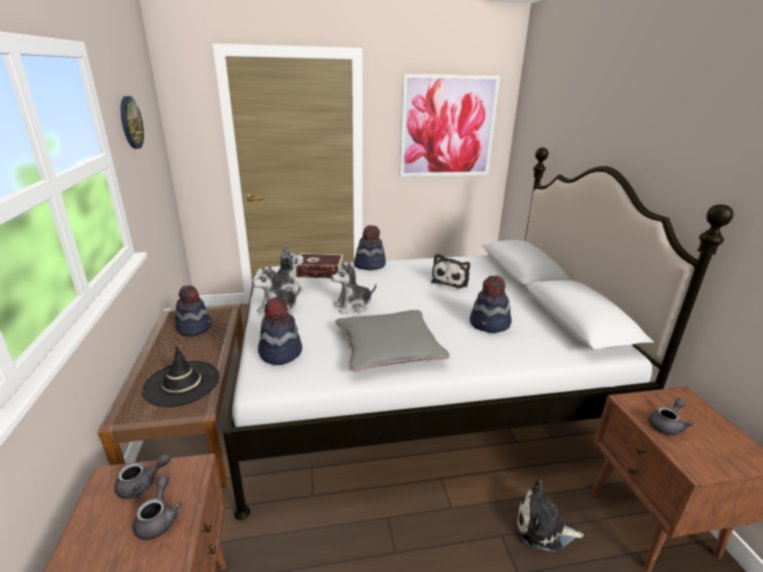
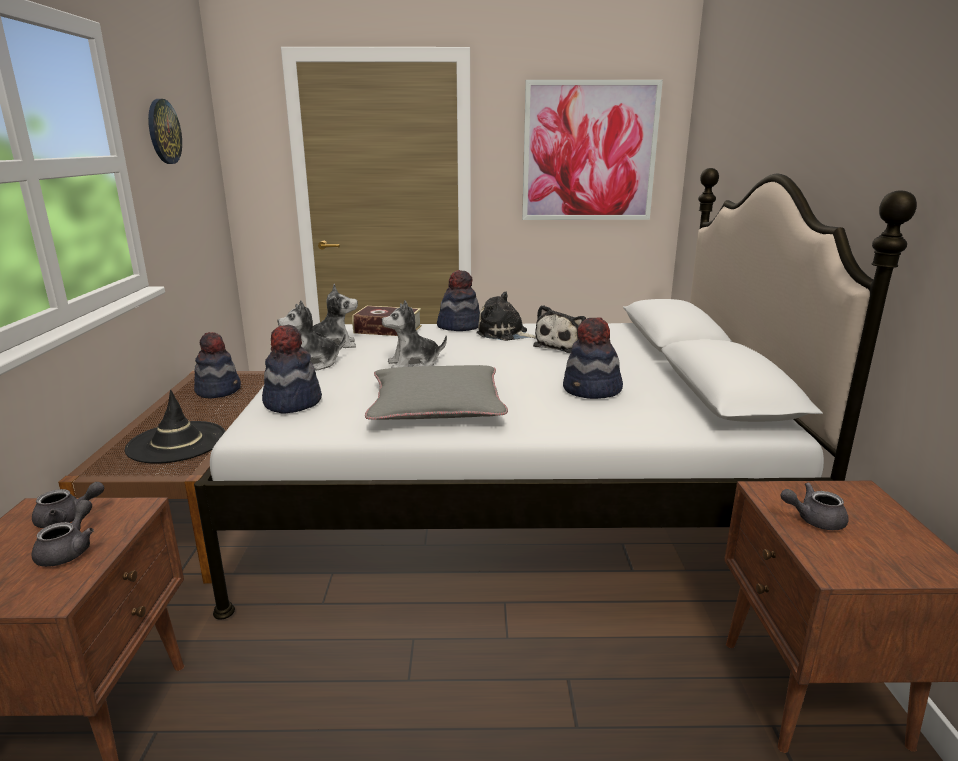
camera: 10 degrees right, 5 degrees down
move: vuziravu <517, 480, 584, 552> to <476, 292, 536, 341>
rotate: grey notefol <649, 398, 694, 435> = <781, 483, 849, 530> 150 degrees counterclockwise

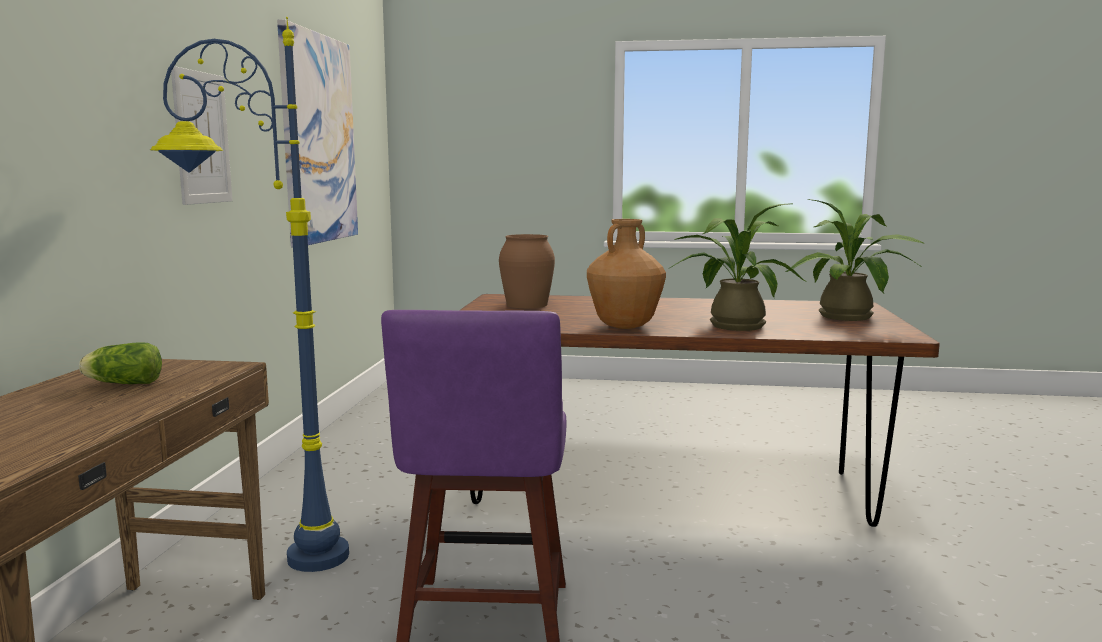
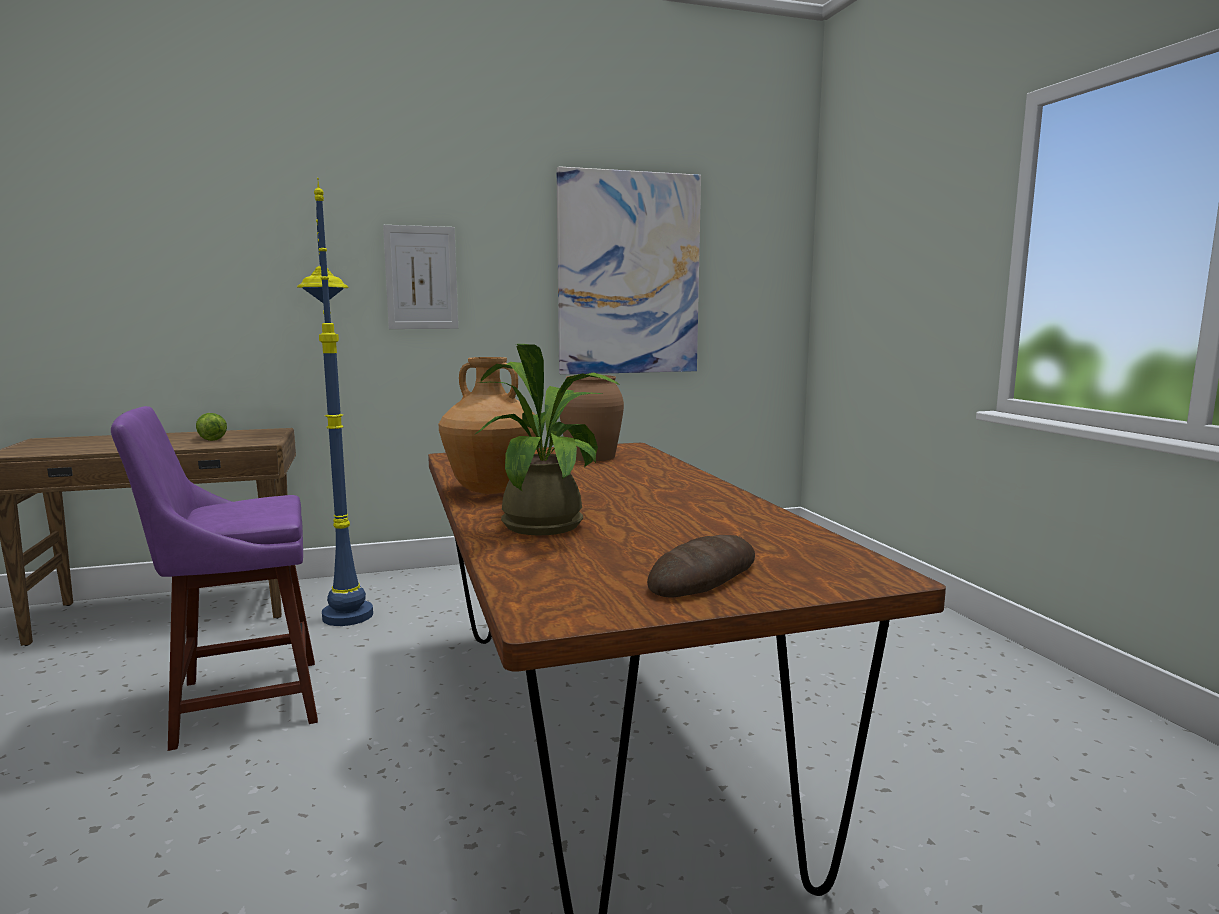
camera: 65 degrees right, 0 degrees up
replace: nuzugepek <785, 199, 925, 321> to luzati <647, 535, 755, 597>

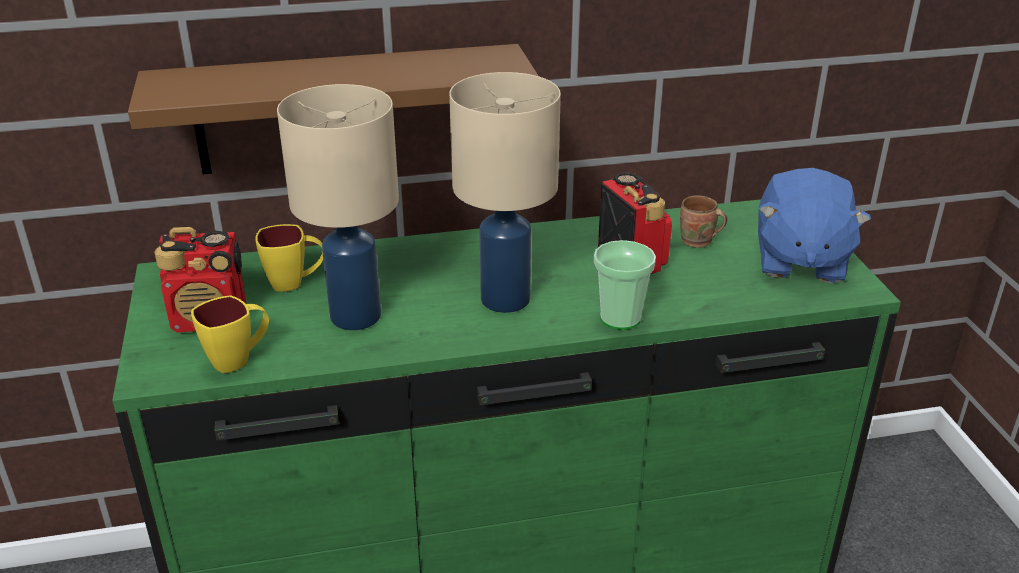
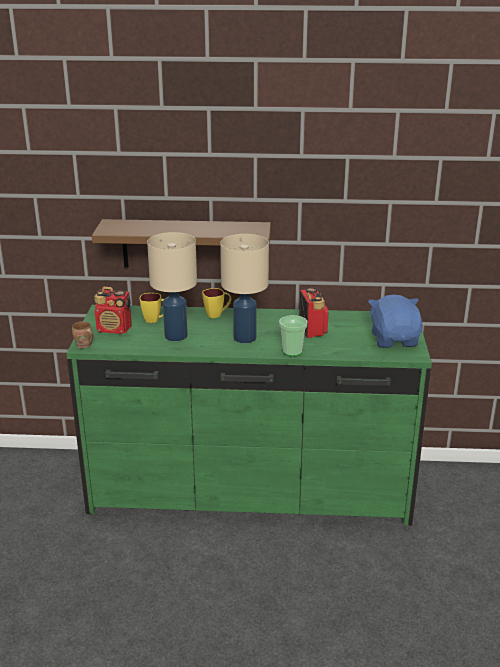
camera: 15 degrees right, 5 degrees down
move: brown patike <680, 195, 727, 248> to <72, 321, 94, 348>; yellow patike <191, 296, 269, 373> to <202, 288, 231, 318>
rotate: blue vuziravu <758, 168, 871, 283> = <368, 295, 423, 348> 150 degrees clockwise

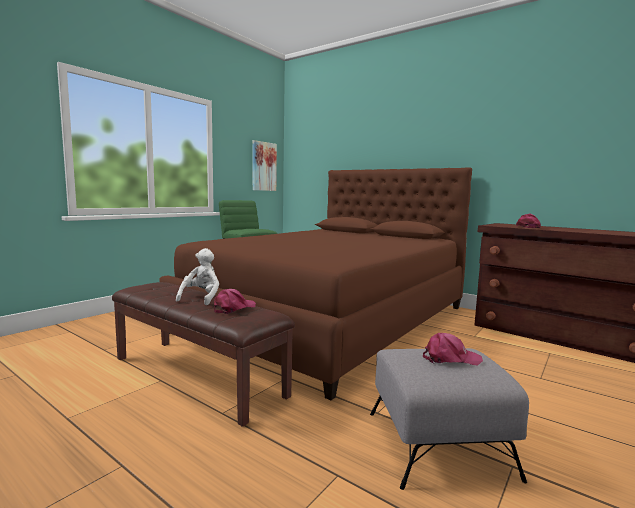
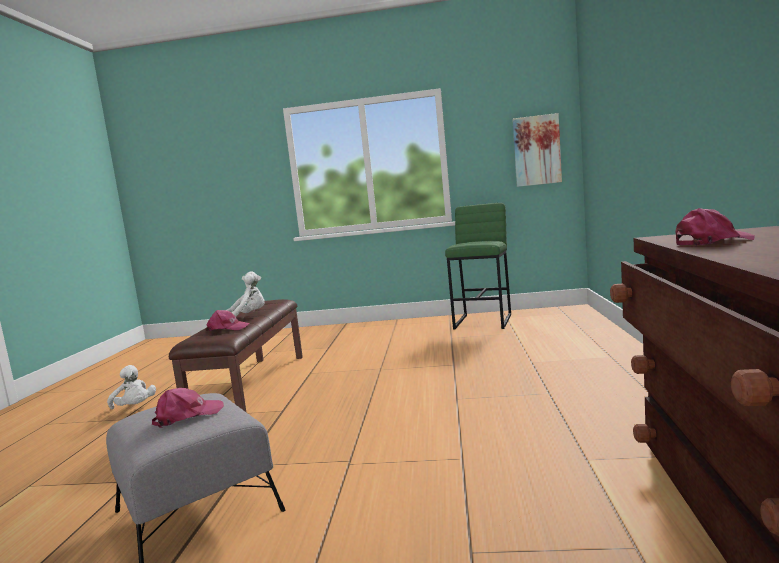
camera: 60 degrees right, 0 degrees up
delete: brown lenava <160, 167, 472, 400>
insert: white vuziravu <107, 365, 156, 410>
rotate: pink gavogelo <423, 333, 483, 365> = <152, 388, 224, 428> 90 degrees counterclockwise

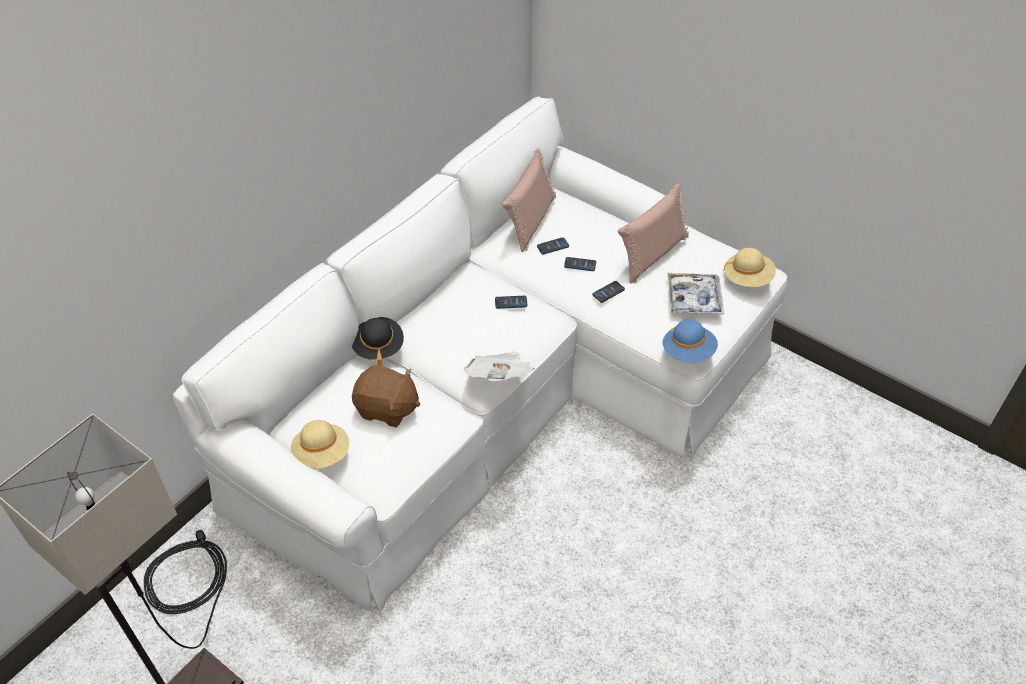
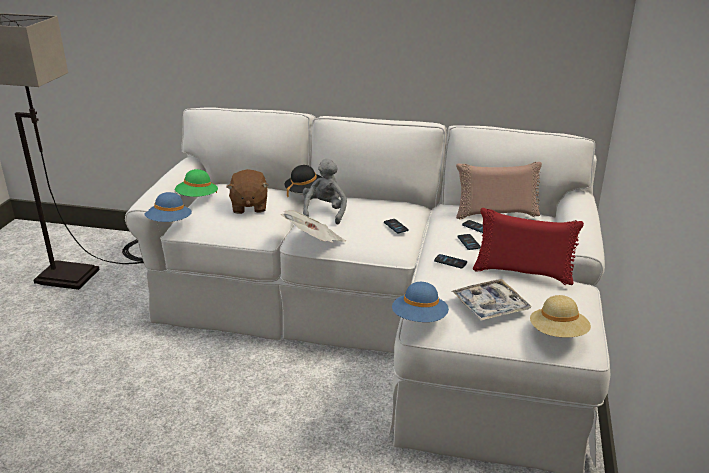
camera: 65 degrees right, 20 degrees down
insert: grey vuziravu <303, 159, 347, 225>; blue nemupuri <144, 192, 192, 222>
recolor: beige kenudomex <618, 183, 689, 284> to red kenudomex <473, 208, 584, 286>; beige nemupuri <291, 420, 349, 469> to green nemupuri <174, 169, 218, 197>

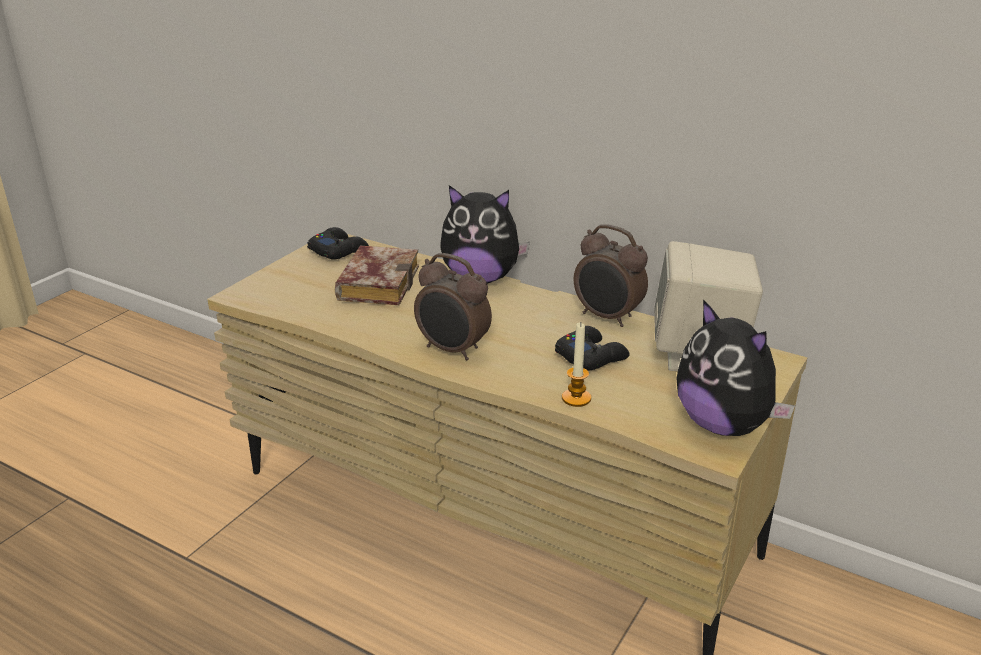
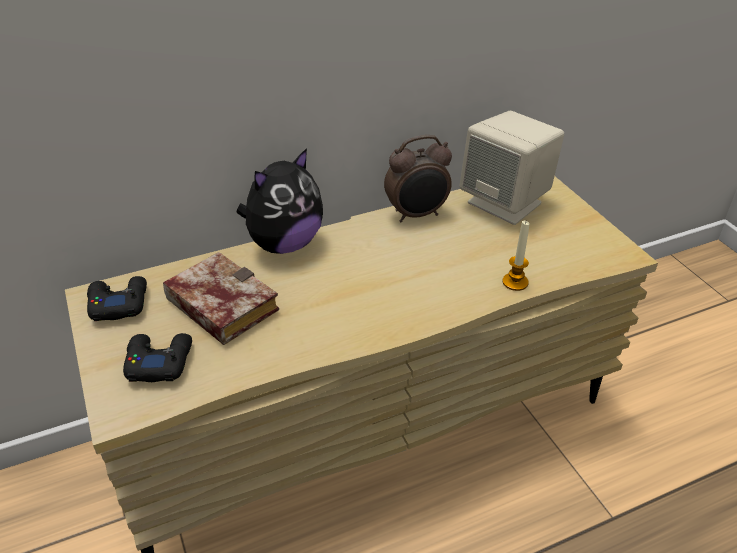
camera: 55 degrees left, 10 degrees up
delete: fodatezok <414, 253, 492, 360>; vuziravu <676, 299, 795, 436>
move: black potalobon <555, 326, 630, 370> to <123, 333, 192, 382>

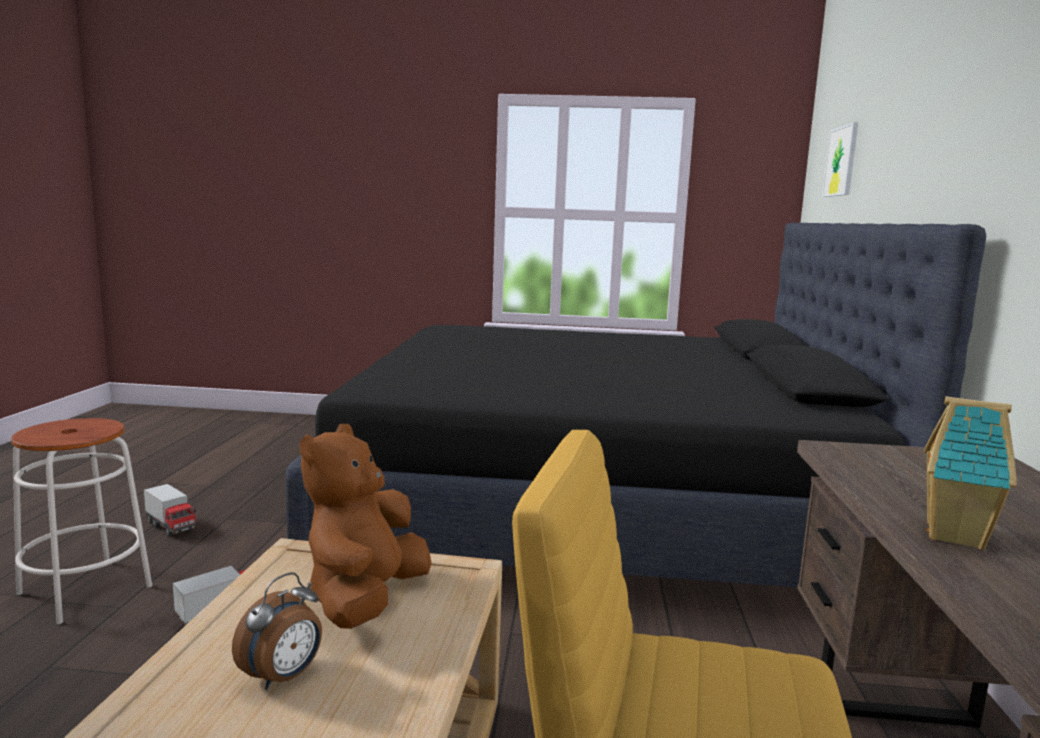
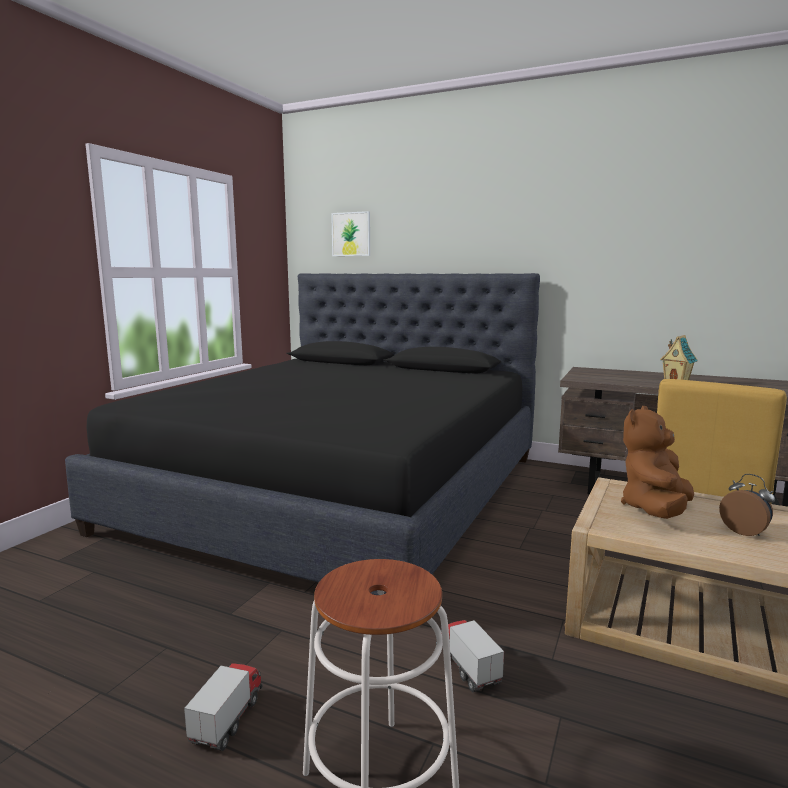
camera: 70 degrees left, 0 degrees up
rotate: brown vuziravu <300, 424, 432, 629> = <621, 406, 694, 519> 90 degrees clockwise; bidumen <144, 484, 197, 536> = <184, 663, 262, 751> 45 degrees counterclockwise

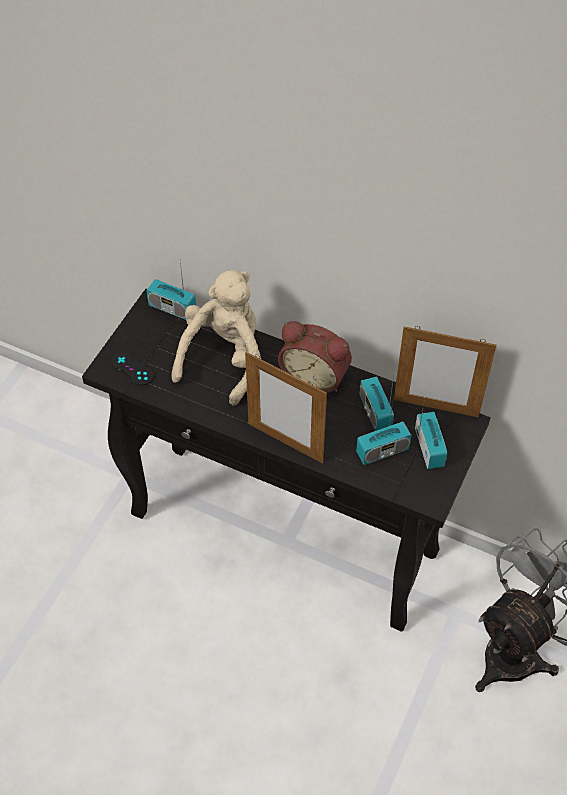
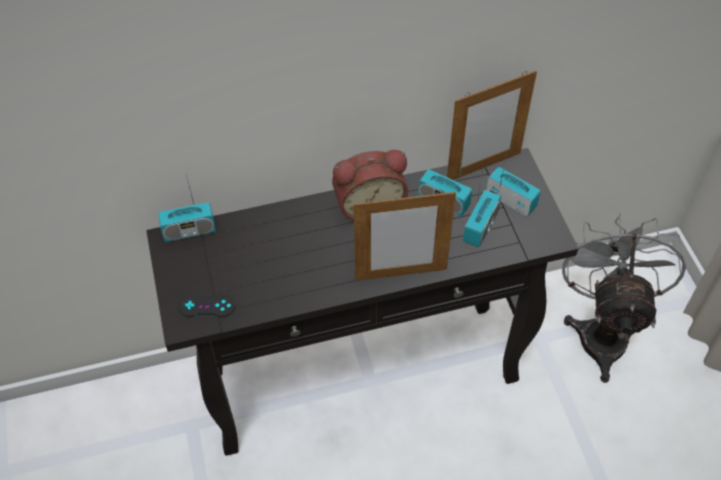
camera: 40 degrees left, 0 degrees up
delete: beige vuziravu <172, 270, 261, 406>

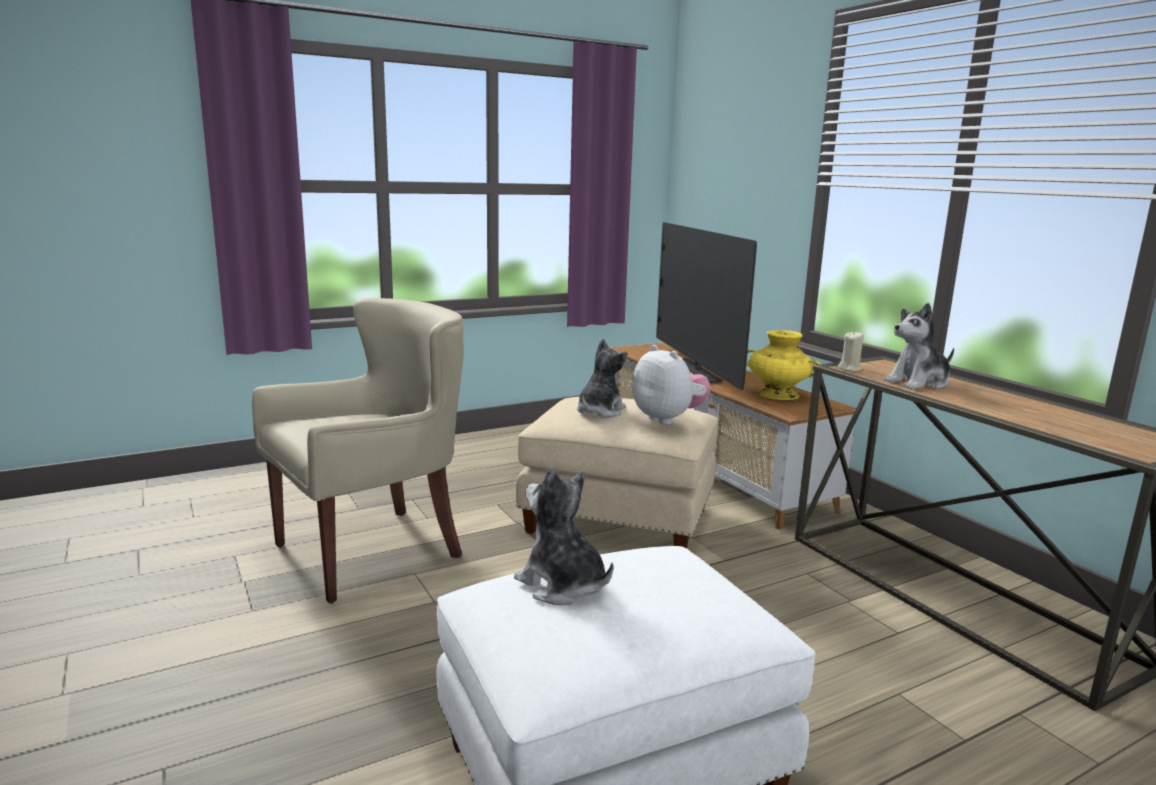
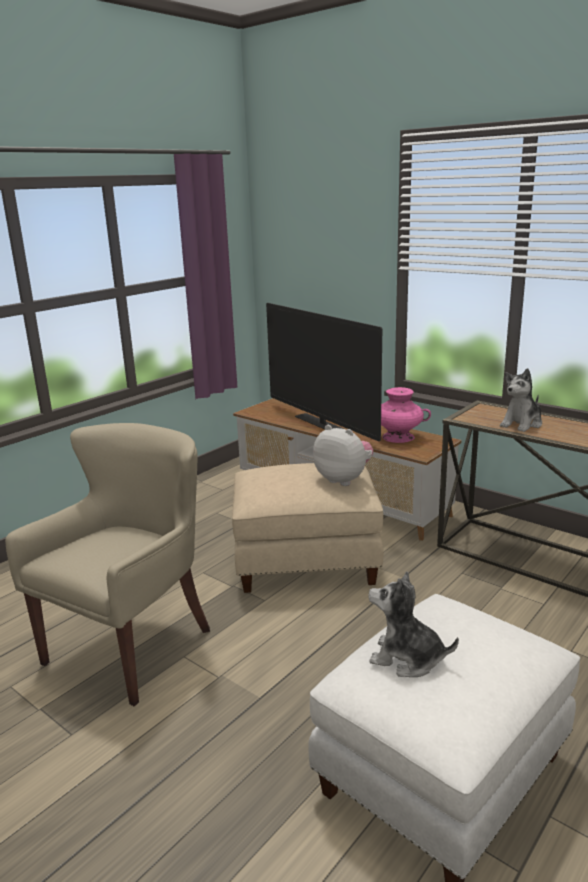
camera: 20 degrees left, 5 degrees up
delete: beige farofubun <838, 331, 864, 371>; vuziravu <577, 338, 627, 418>
recolor: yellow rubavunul <746, 330, 821, 400> to pink rubavunul <381, 387, 431, 443>

